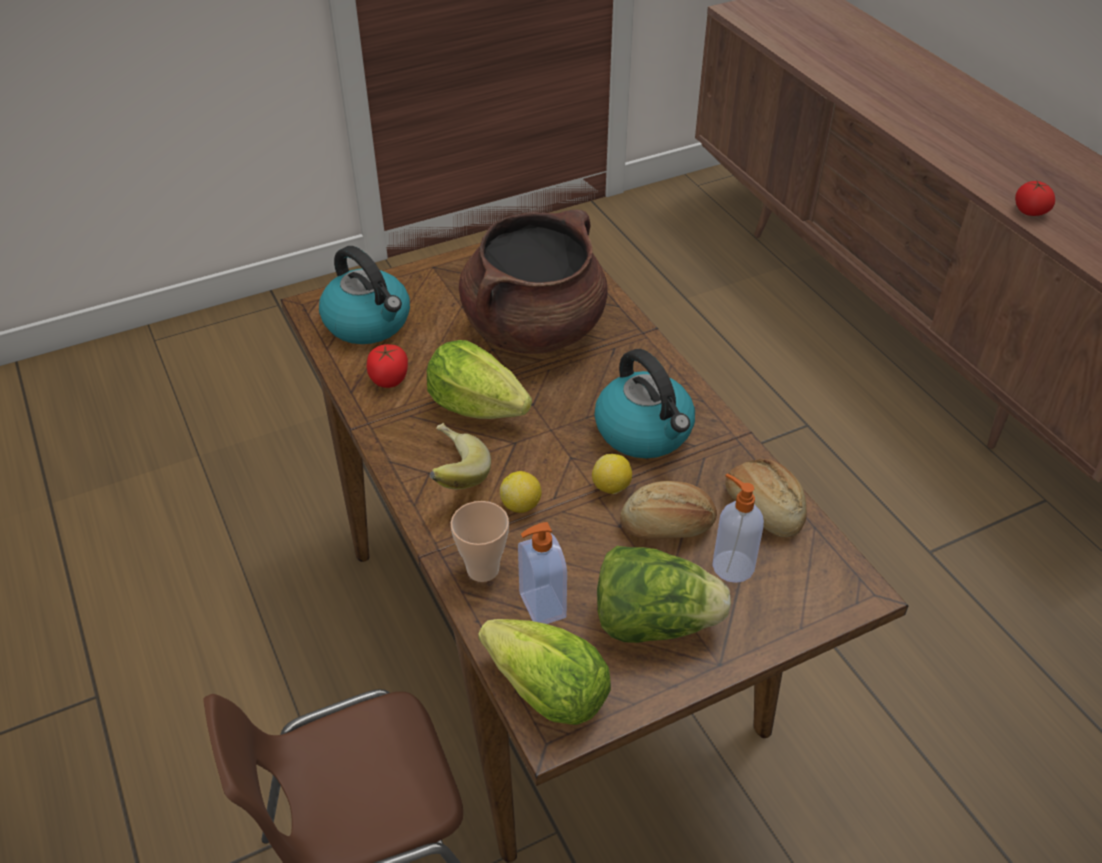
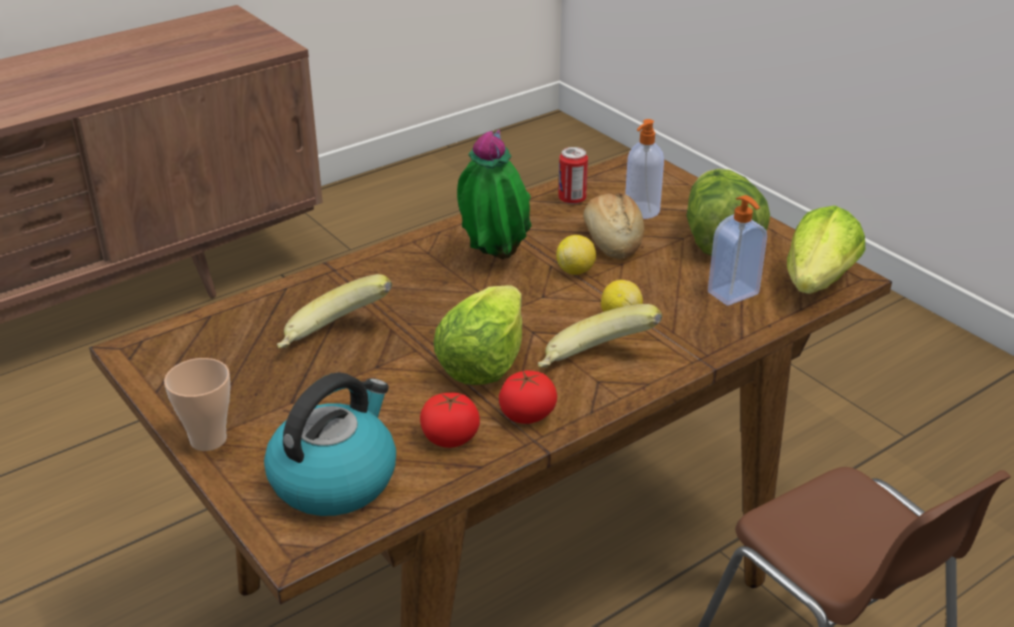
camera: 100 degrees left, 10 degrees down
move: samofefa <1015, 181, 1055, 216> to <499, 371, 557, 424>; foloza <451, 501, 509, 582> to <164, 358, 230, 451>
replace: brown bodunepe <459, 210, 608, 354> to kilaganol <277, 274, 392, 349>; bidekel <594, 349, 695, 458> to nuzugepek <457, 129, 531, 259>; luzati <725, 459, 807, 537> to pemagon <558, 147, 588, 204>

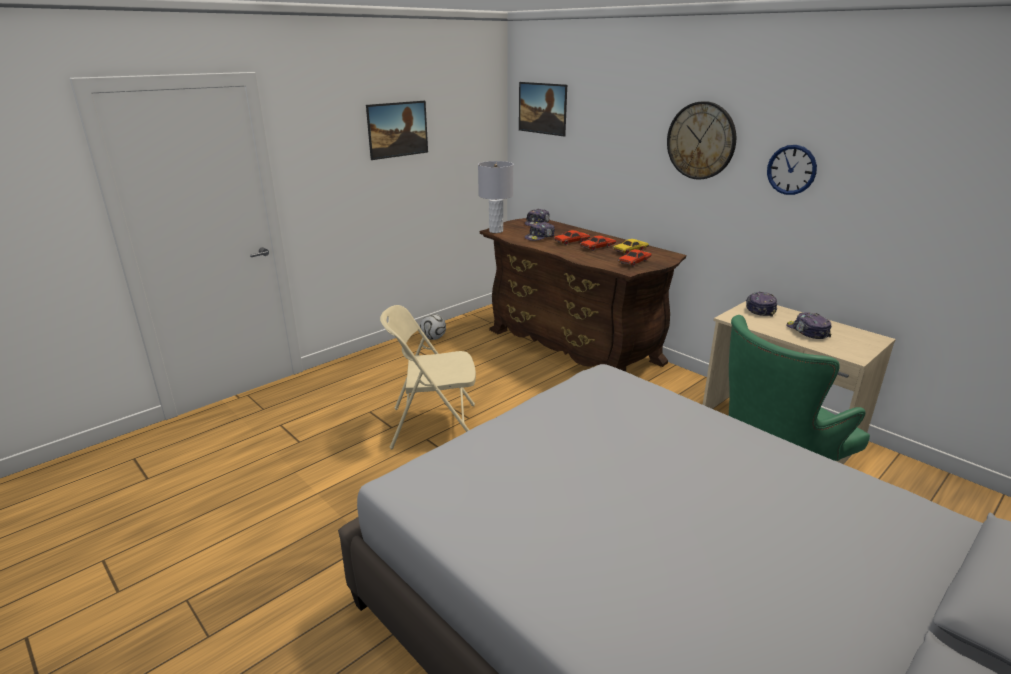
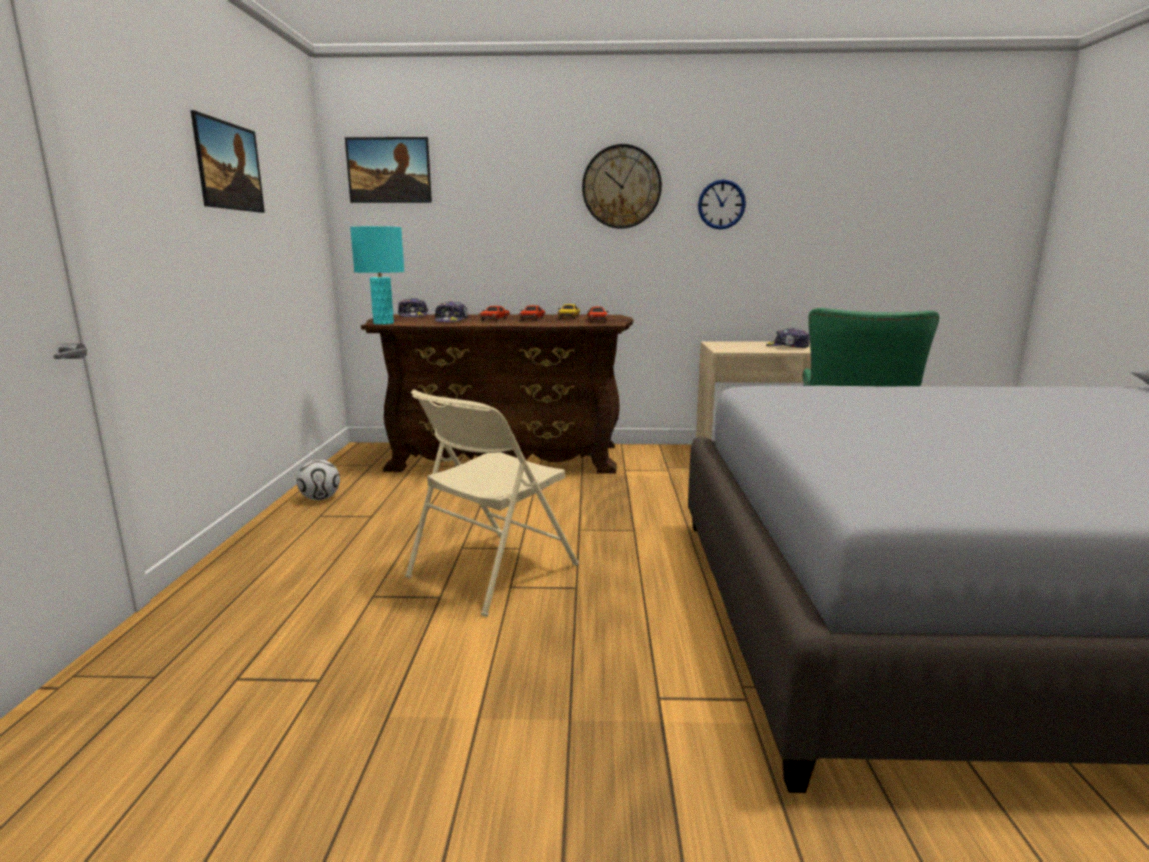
camera: 45 degrees left, 10 degrees down
delete: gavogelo <746, 292, 777, 317>
recolor: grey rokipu <478, 161, 513, 233> to turquoise rokipu <350, 226, 405, 325>

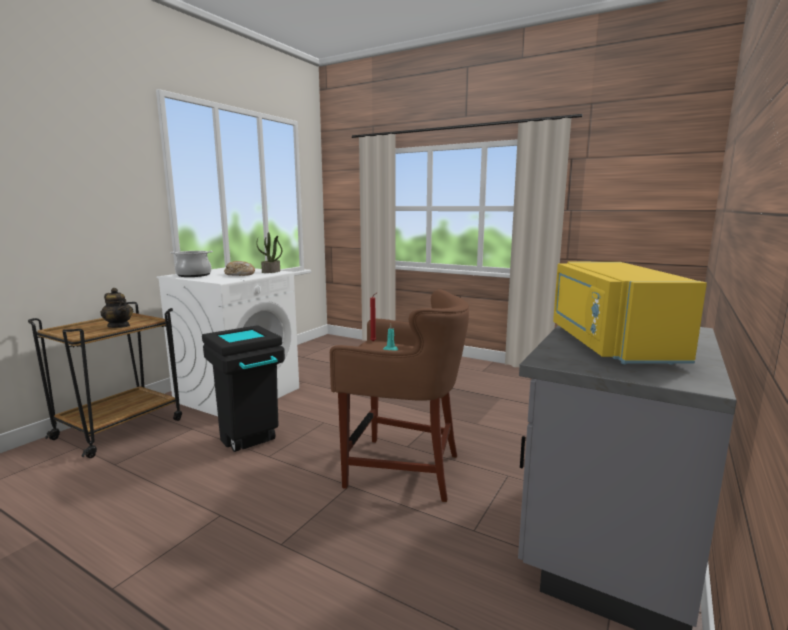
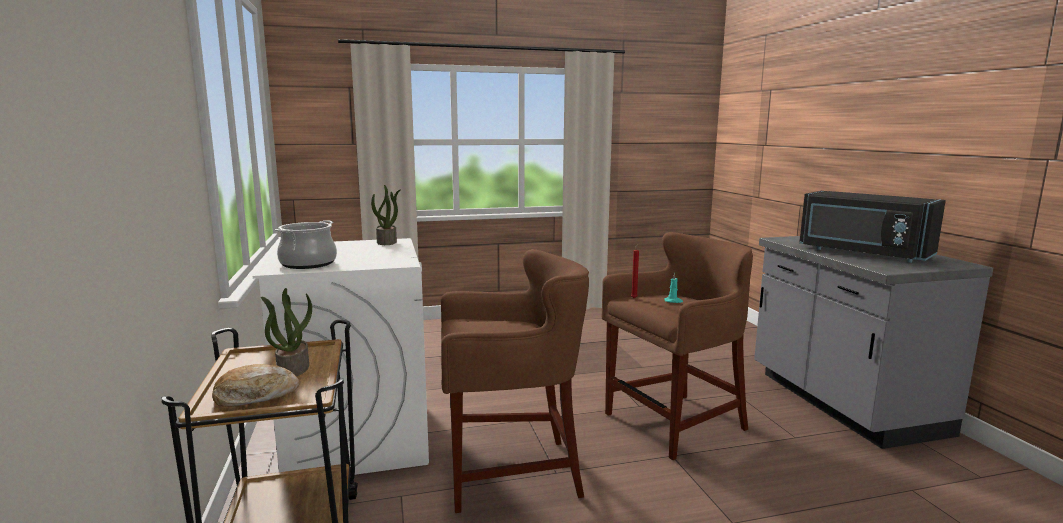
camera: 45 degrees left, 0 degrees up
move: luzati <224, 261, 255, 276> to <212, 364, 300, 407>
replace: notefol <100, 288, 133, 328> to nuzugepek <261, 288, 312, 376>; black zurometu <202, 325, 285, 452> to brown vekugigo <441, 249, 589, 513>
recolor: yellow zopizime <553, 262, 707, 365> to black zopizime <799, 191, 946, 263>

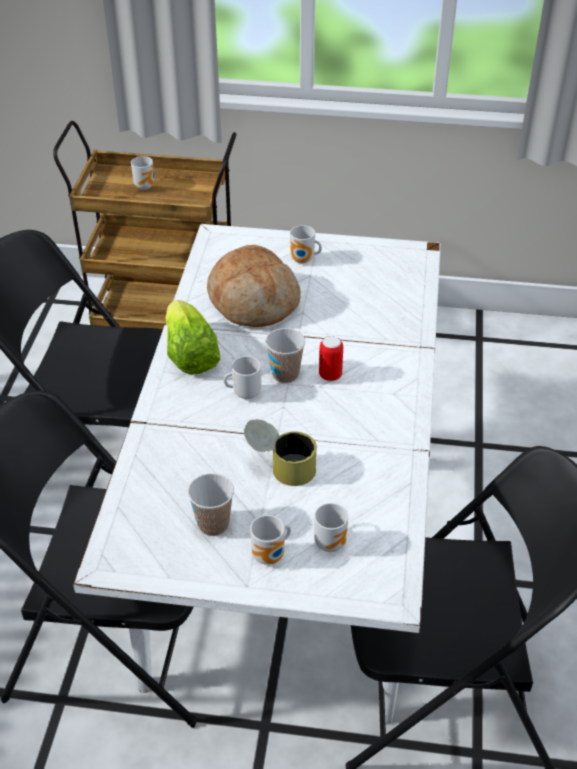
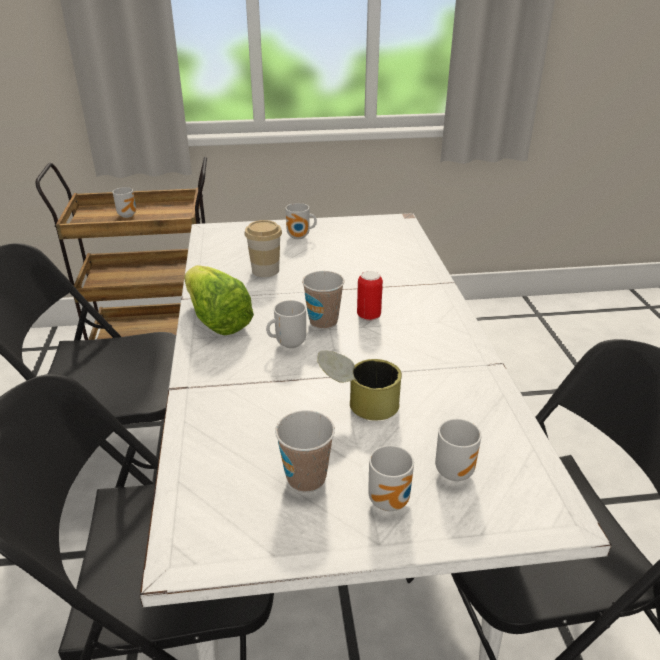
camera: 15 degrees left, 10 degrees down
replace: luzati <207, 245, 301, 327> to foloza <244, 220, 282, 277>

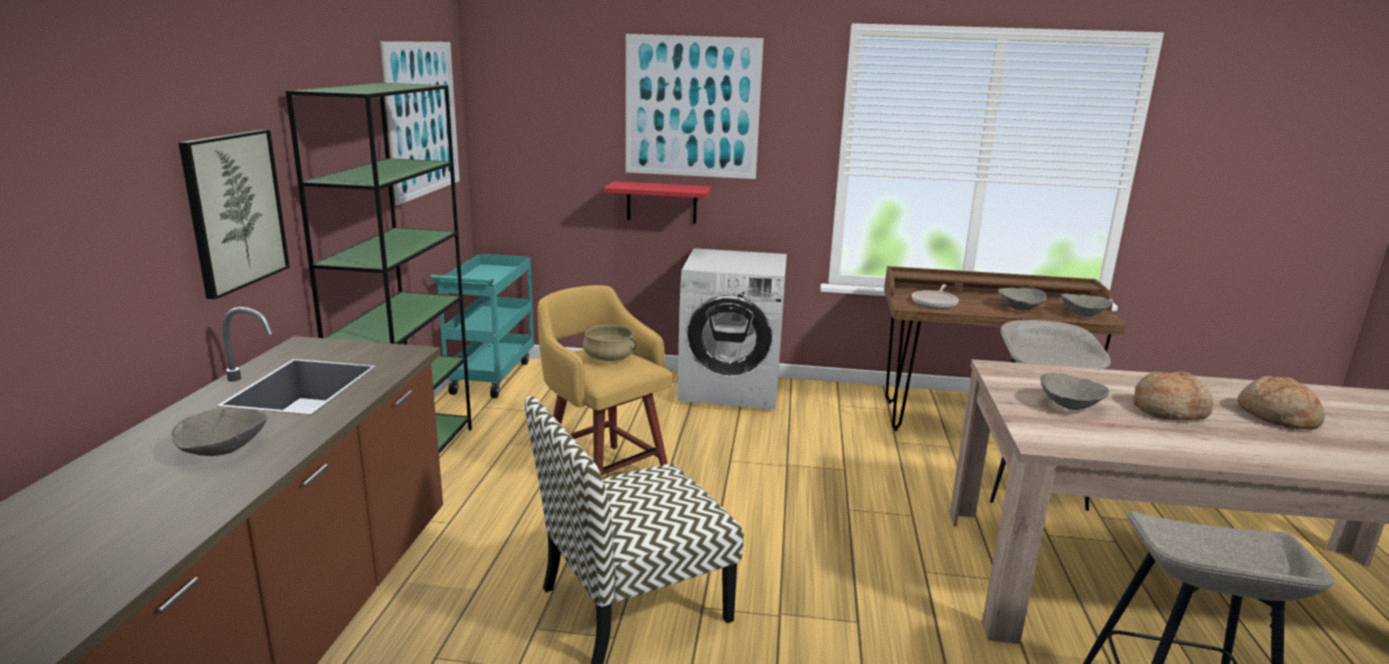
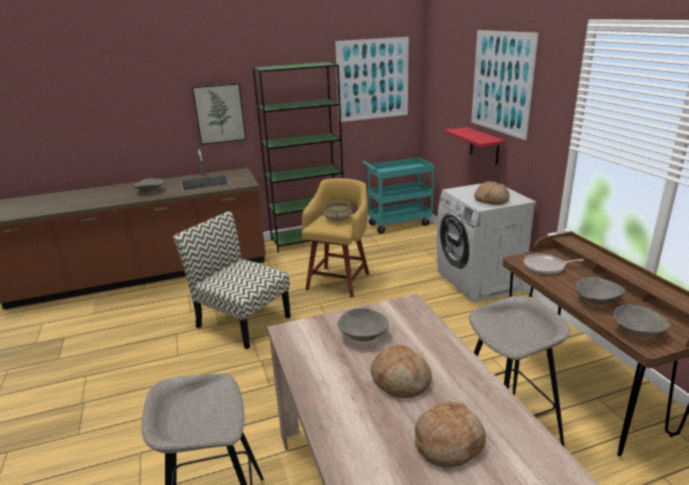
camera: 65 degrees right, 5 degrees up
insert: luzati <474, 181, 510, 205>

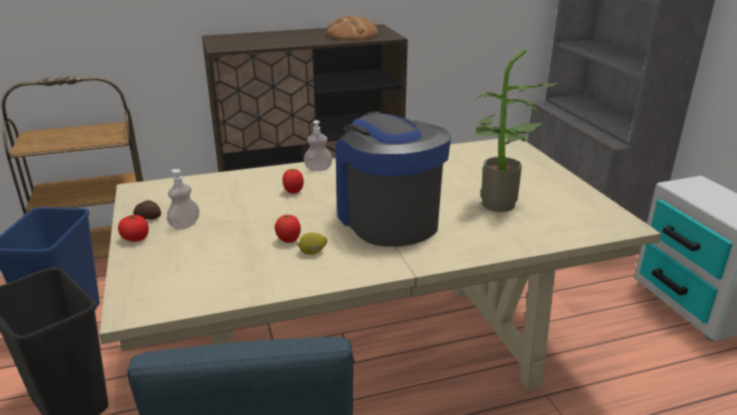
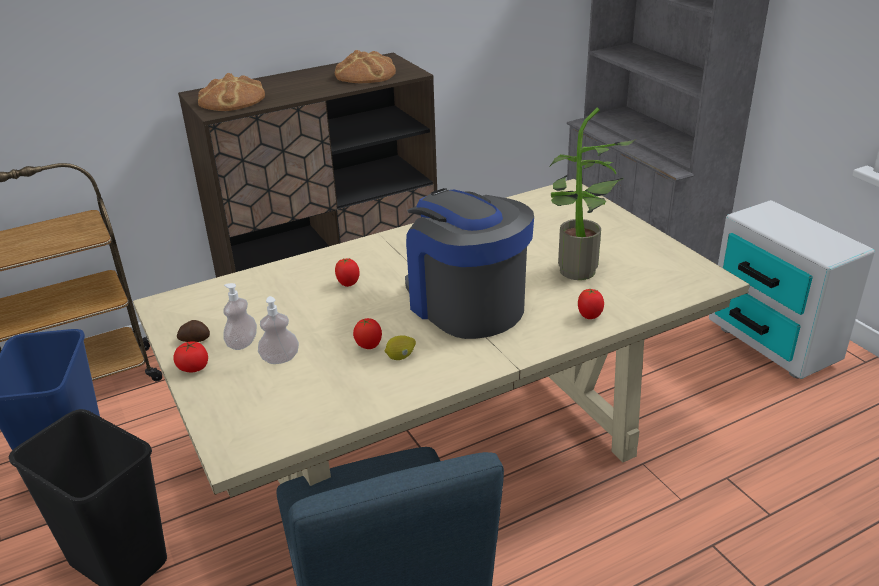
camera: 10 degrees left, 5 degrees up
insert: luzati <198, 73, 265, 111>; samofefa <578, 289, 604, 319>
move: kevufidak <304, 120, 333, 171> to <258, 296, 299, 364>

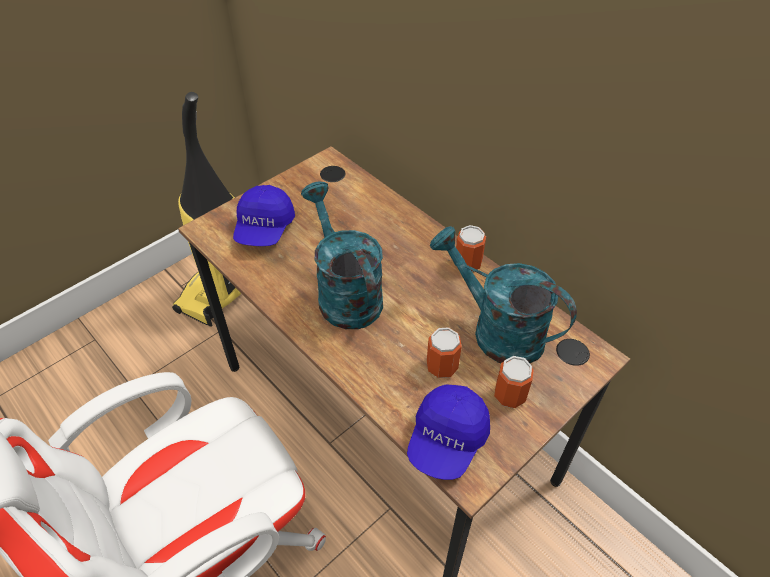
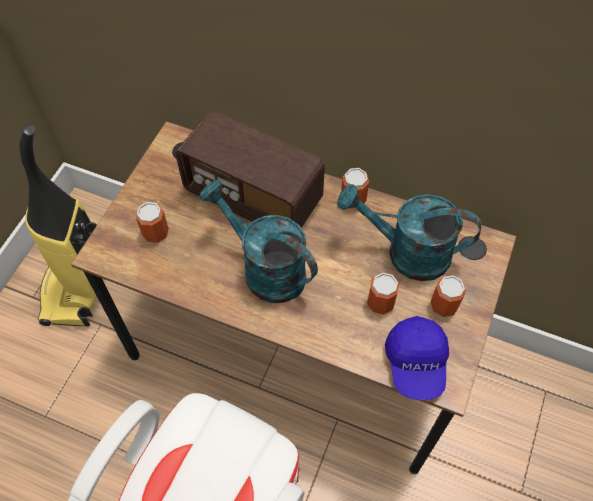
camera: 25 degrees left, 10 degrees up
insert: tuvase <175, 110, 325, 228>
replace: blue gavogelo <233, 185, 295, 246> to pemagon <136, 202, 169, 243>

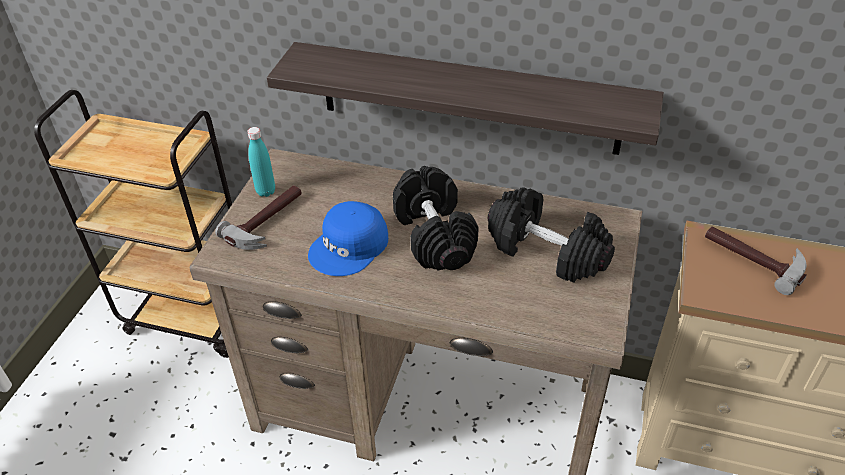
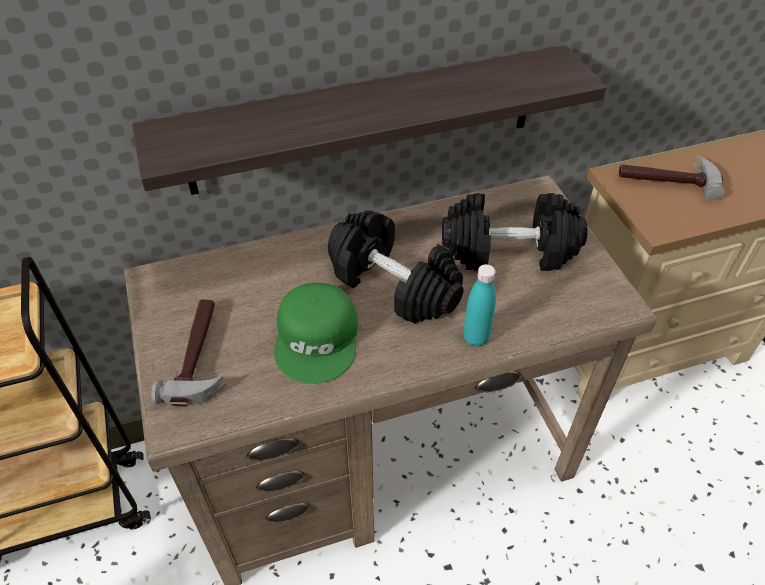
camera: 35 degrees left, 5 degrees up
move: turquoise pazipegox <247, 127, 275, 197> to <463, 264, 496, 347>
recolor: blue gavogelo <308, 201, 388, 276> to green gavogelo <274, 283, 358, 384>

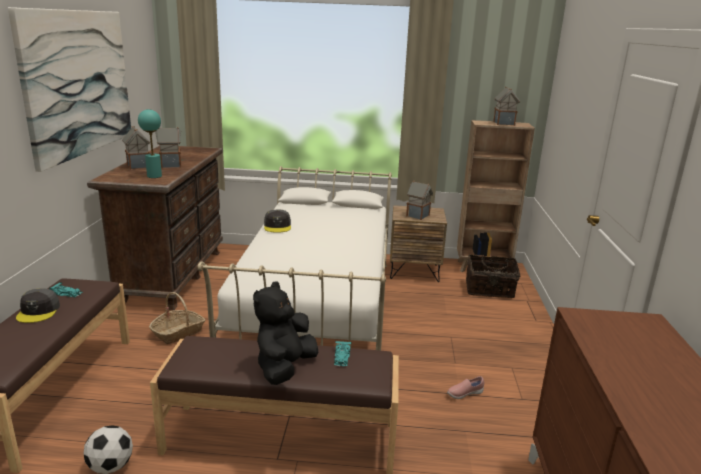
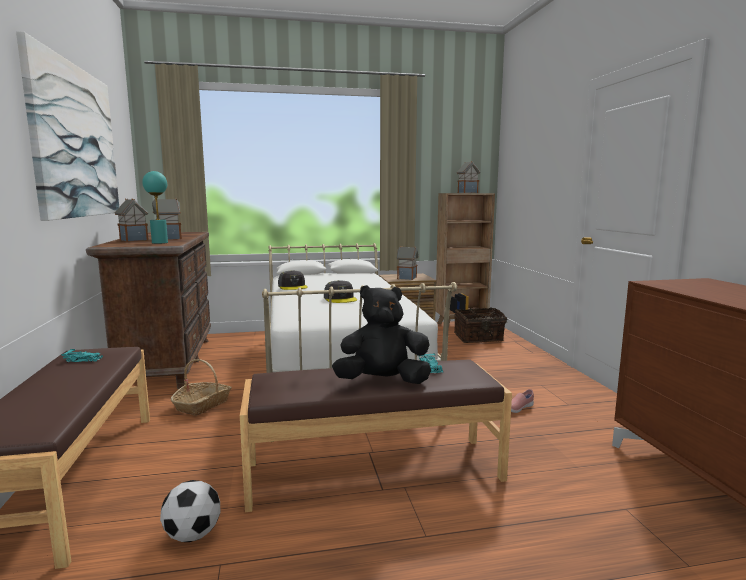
camera: 15 degrees left, 10 degrees down
move: grey gavogelo <16, 288, 60, 323> to <324, 280, 357, 303>
rotate: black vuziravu <253, 281, 318, 385> = <332, 285, 431, 384> 75 degrees clockwise

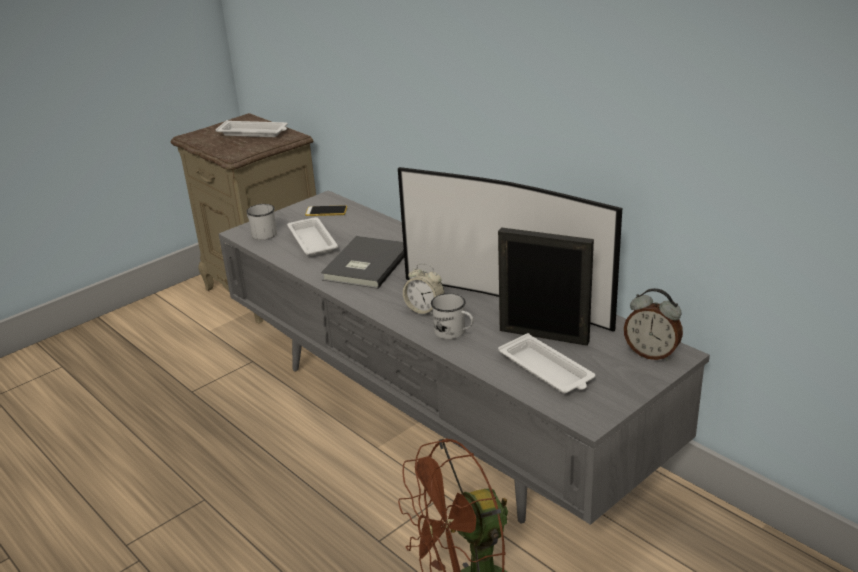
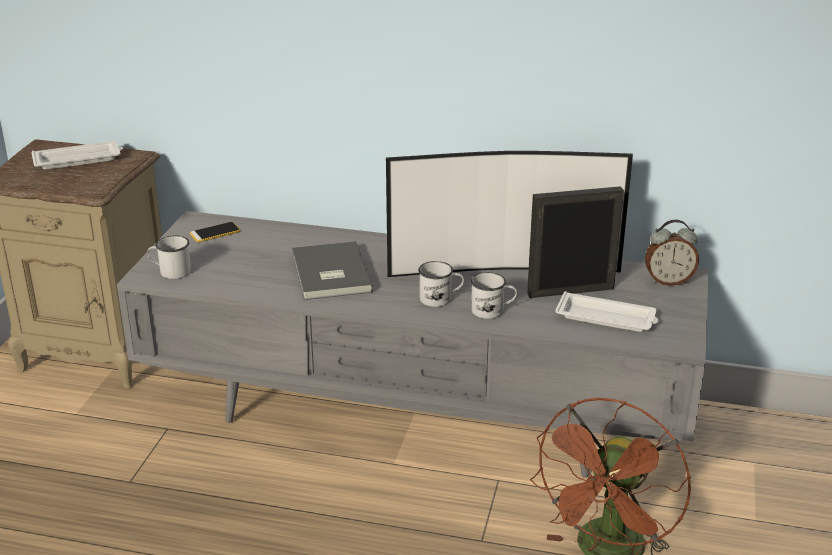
camera: 35 degrees left, 0 degrees up
delete: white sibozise <287, 217, 338, 256>
replace: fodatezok <403, 264, 444, 315> to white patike <418, 261, 464, 307>

